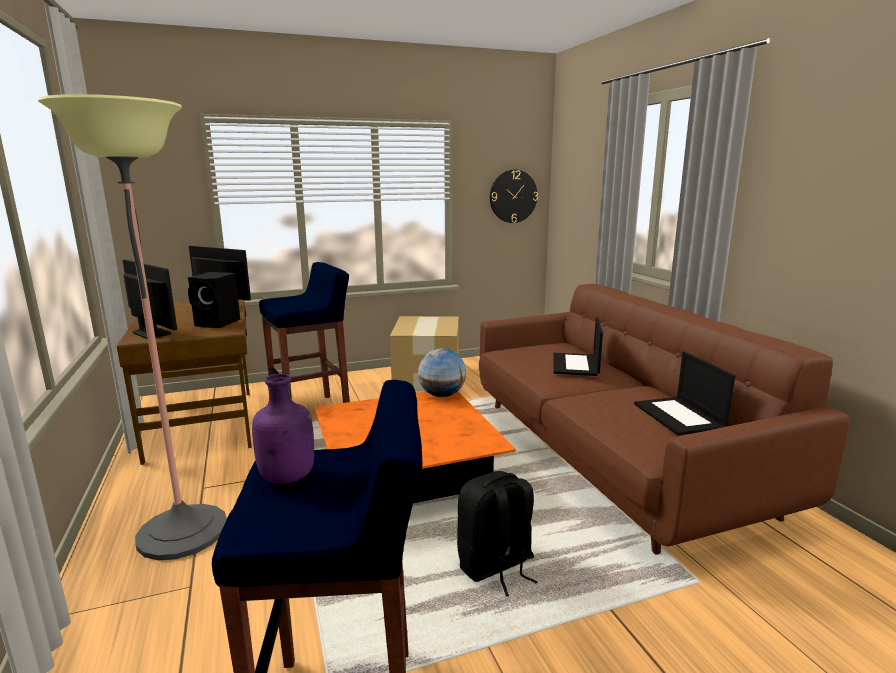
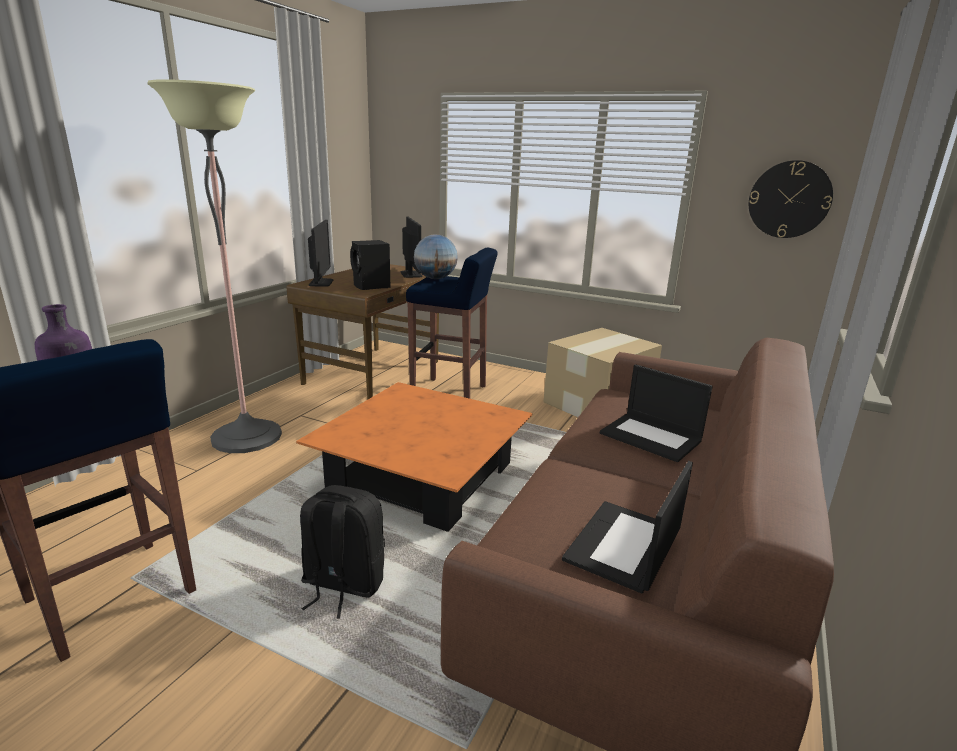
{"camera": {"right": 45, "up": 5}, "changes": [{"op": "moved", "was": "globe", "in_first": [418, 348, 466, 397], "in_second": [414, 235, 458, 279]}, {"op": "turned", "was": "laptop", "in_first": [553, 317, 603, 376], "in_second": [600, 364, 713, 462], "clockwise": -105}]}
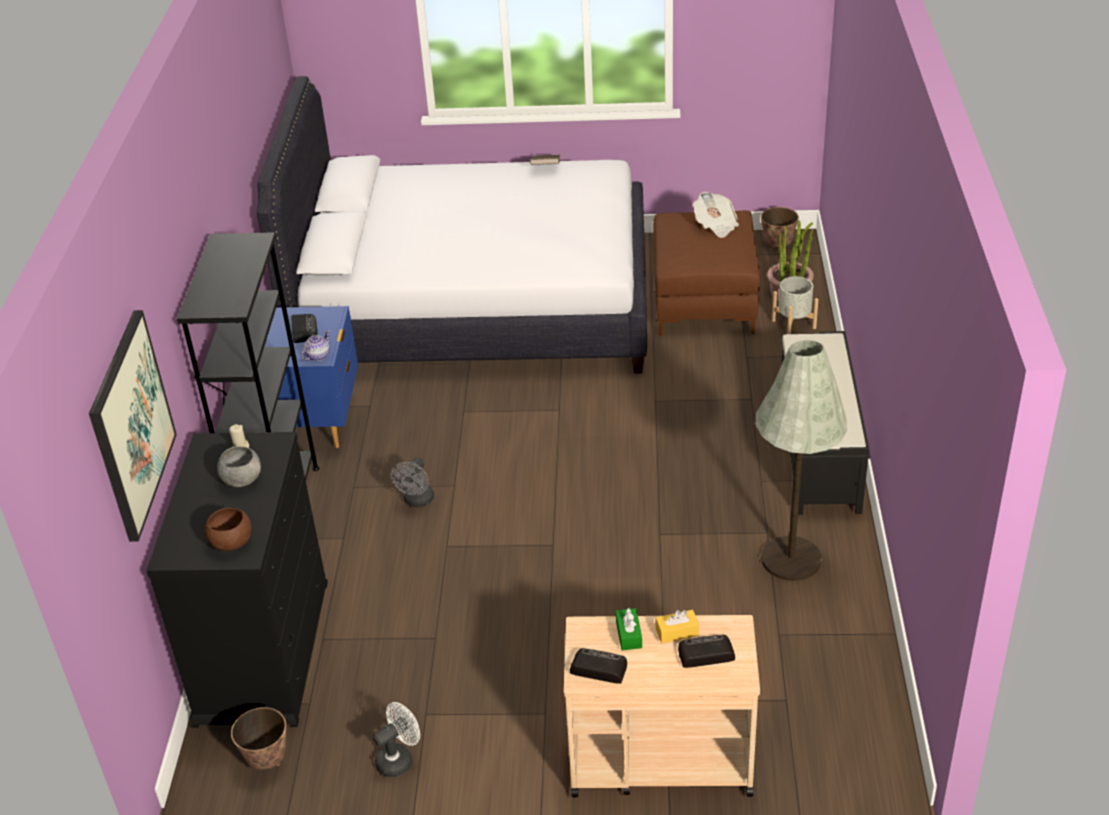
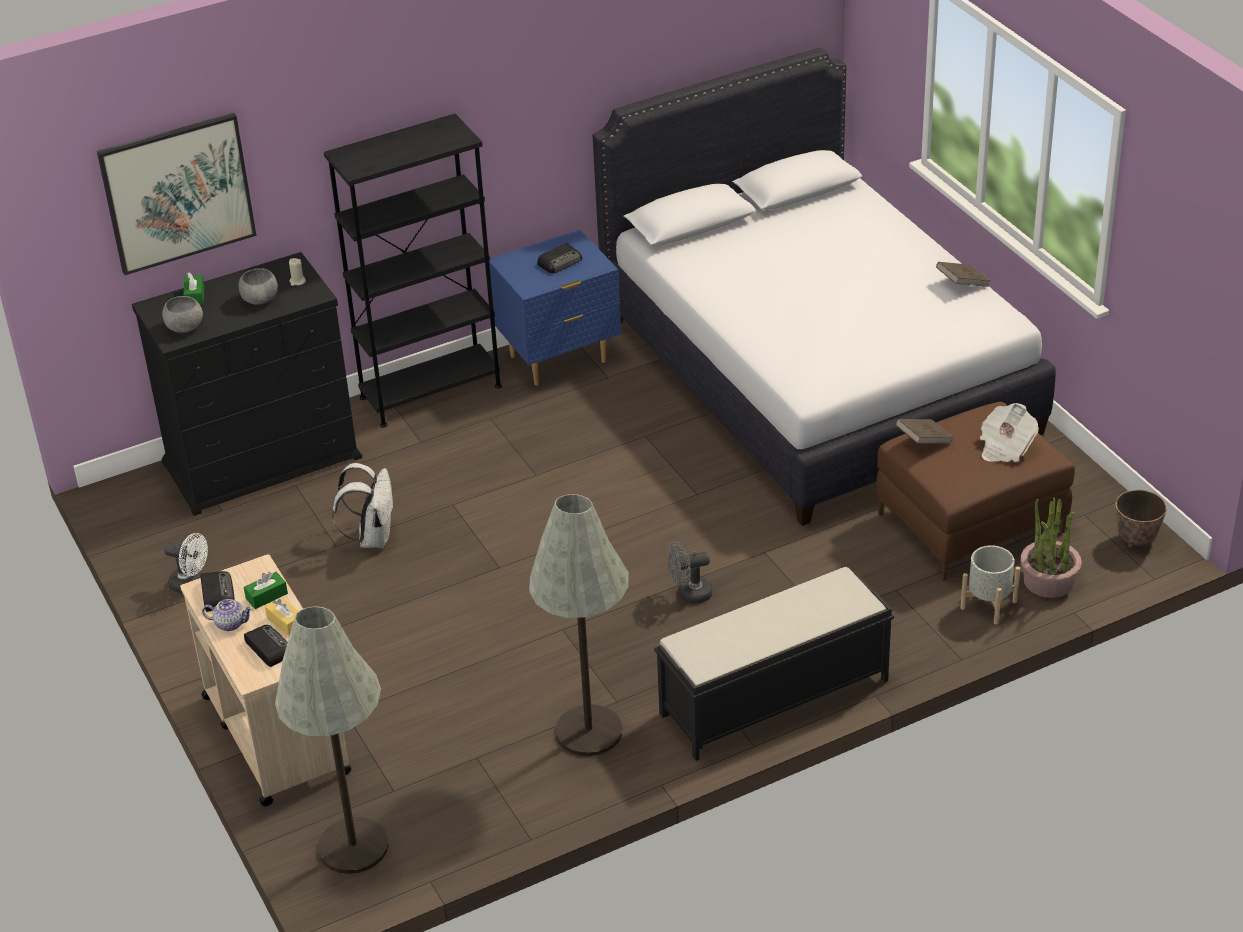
{"camera": {"right": 60, "up": 0}, "changes": [{"op": "recoloured", "was": "bowl (brown)", "now": "bowl (grey)", "in_first": [205, 508, 252, 551], "in_second": [162, 296, 203, 333]}, {"op": "removed", "was": "planter", "in_first": [231, 707, 286, 770]}, {"op": "moved", "was": "teapot", "in_first": [301, 330, 330, 361], "in_second": [202, 599, 253, 631]}, {"op": "moved", "was": "fan (grey)", "in_first": [390, 457, 434, 507], "in_second": [667, 541, 712, 604]}, {"op": "added", "now": "tissue box (green)", "in_second": [183, 273, 204, 305]}, {"op": "added", "now": "floor lamp (grey)", "in_second": [275, 606, 389, 874]}, {"op": "added", "now": "backpack (white)", "in_second": [332, 463, 395, 548]}, {"op": "added", "now": "book (brown)", "in_second": [895, 419, 954, 444]}]}
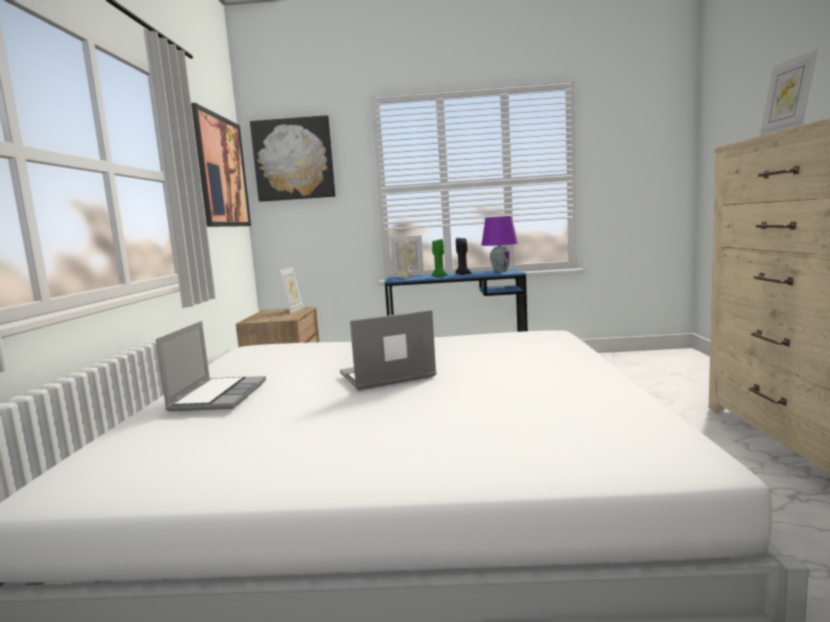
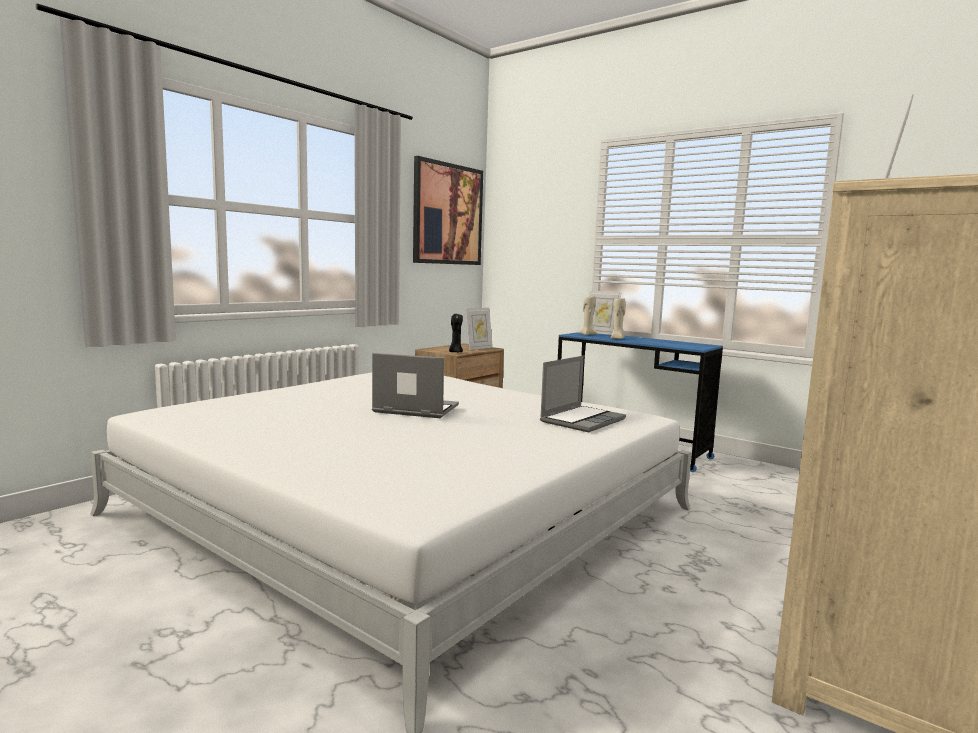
{"camera": {"right": 35, "up": 0}, "changes": [{"op": "moved", "was": "laptop", "in_first": [156, 321, 266, 411], "in_second": [540, 356, 626, 432]}, {"op": "removed", "was": "picture", "in_first": [250, 115, 336, 202]}, {"op": "recoloured", "was": "candle (green)", "now": "candle (beige)", "in_first": [432, 239, 447, 277], "in_second": [611, 298, 626, 339]}, {"op": "moved", "was": "candle (black)", "in_first": [455, 238, 471, 275], "in_second": [449, 314, 463, 352]}, {"op": "removed", "was": "table lamp (purple)", "in_first": [481, 216, 518, 272]}]}
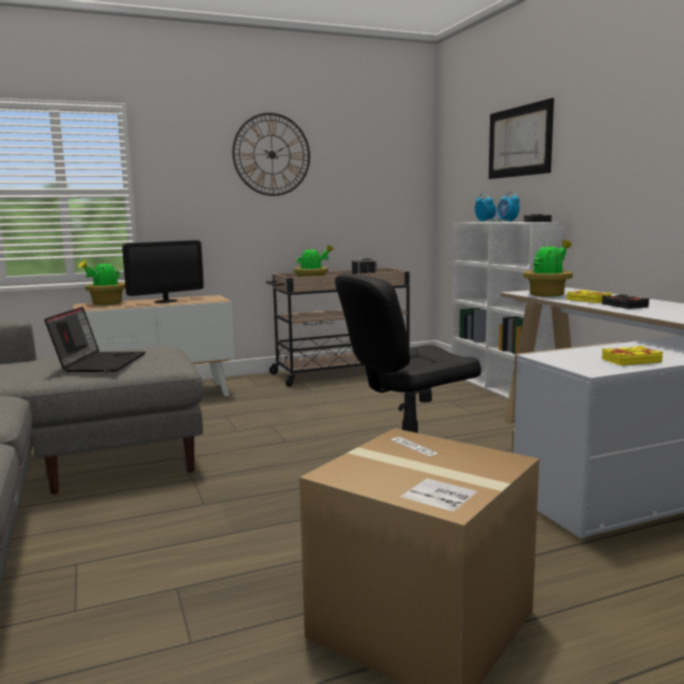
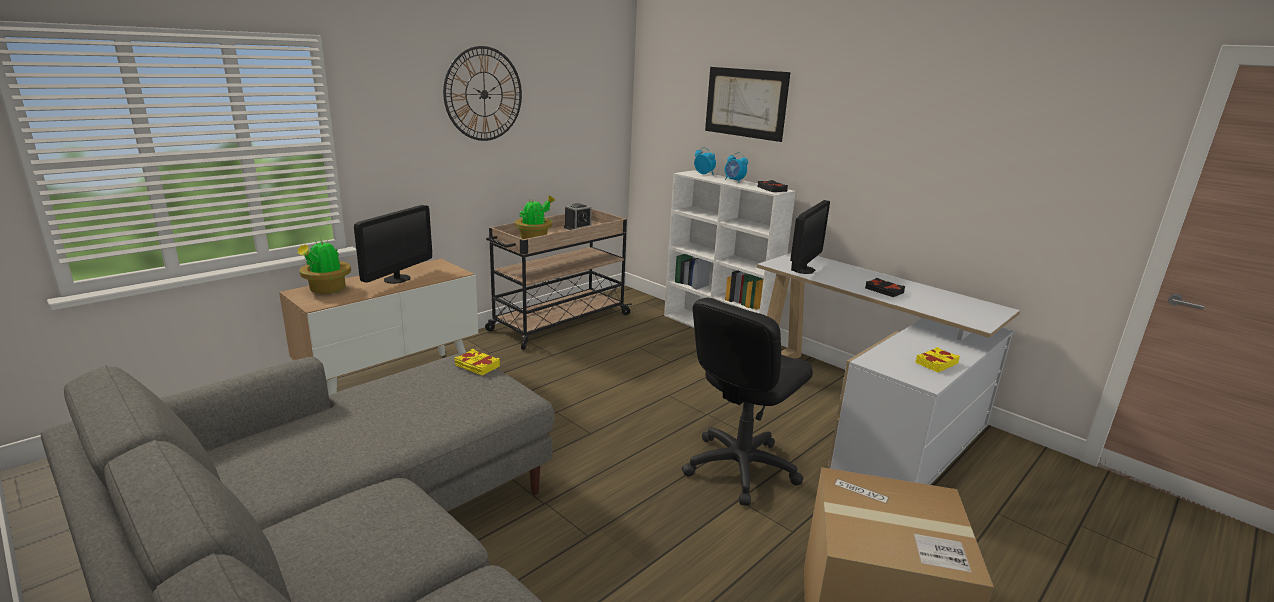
{"camera": {"right": -25, "up": 10}, "changes": [{"op": "removed", "was": "laptop", "in_first": [44, 307, 145, 372]}, {"op": "replaced", "was": "potted plant", "now": "monitor", "in_first": [523, 240, 573, 297], "in_second": [790, 200, 830, 274]}, {"op": "moved", "was": "book (yellow)", "in_first": [567, 290, 612, 303], "in_second": [455, 349, 500, 376]}]}
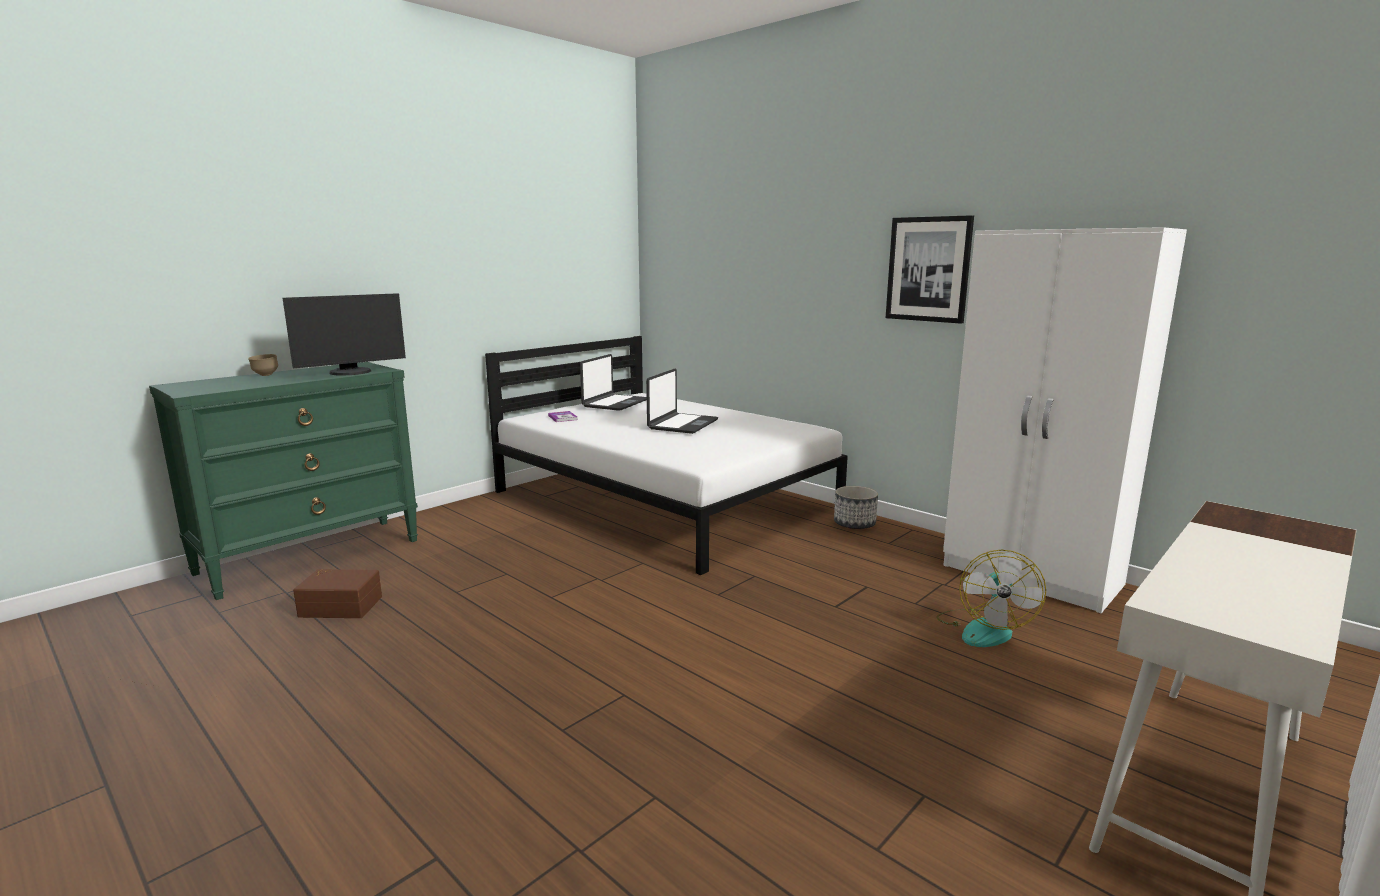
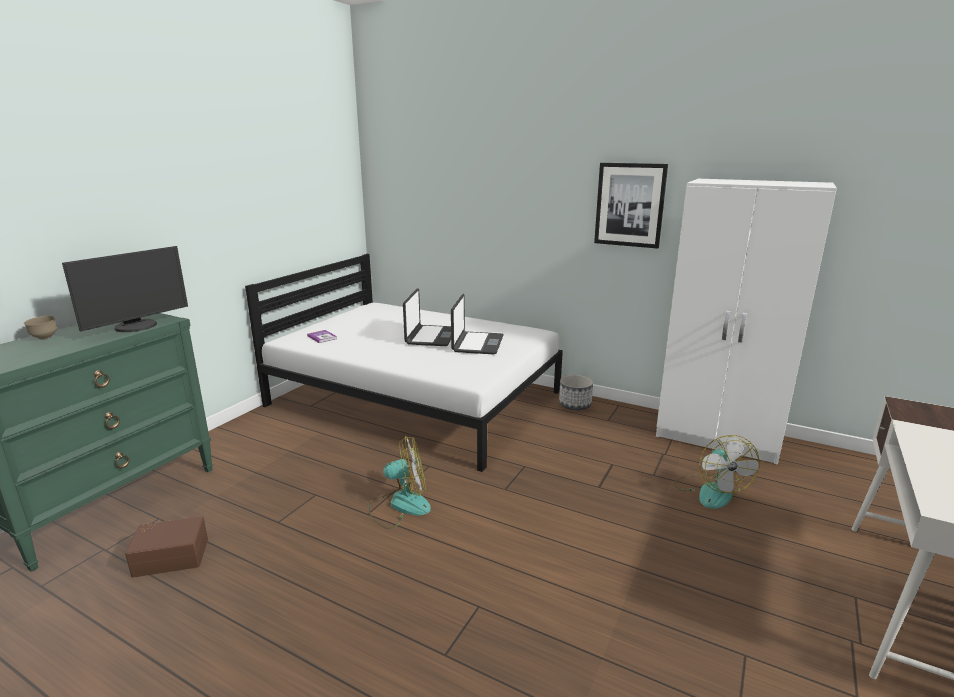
{"camera": {"right": -15, "up": 5}, "changes": [{"op": "moved", "was": "laptop", "in_first": [580, 354, 647, 411], "in_second": [451, 294, 504, 354]}, {"op": "added", "now": "fan", "in_second": [368, 436, 431, 529]}]}
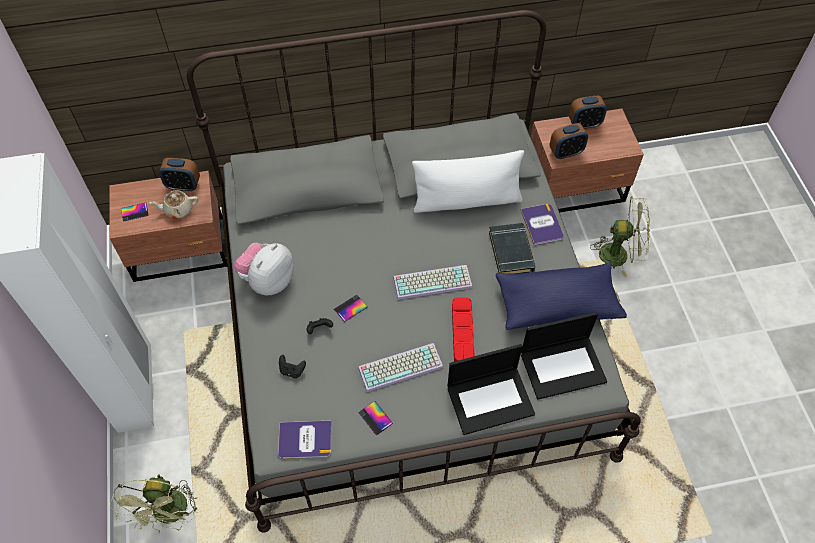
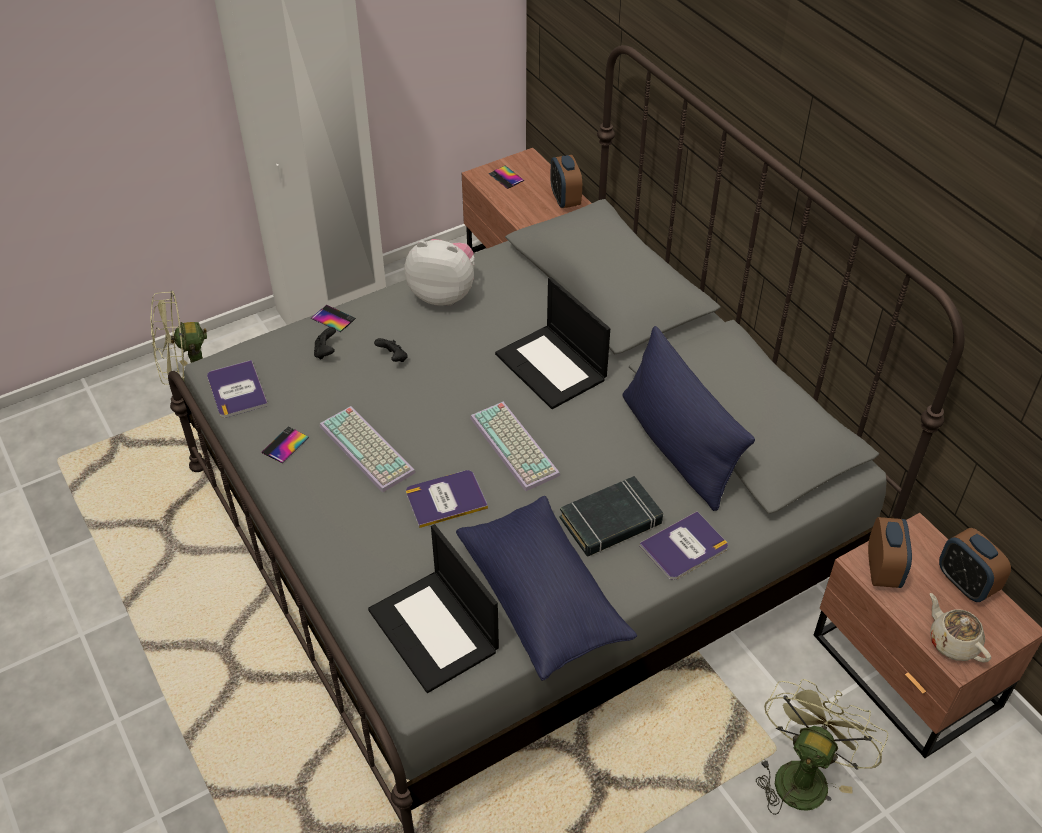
{"camera": {"right": 70, "up": -10}, "changes": [{"op": "moved", "was": "teapot (beige)", "in_first": [149, 191, 199, 218], "in_second": [930, 593, 991, 663]}, {"op": "moved", "was": "phone", "in_first": [334, 295, 367, 322], "in_second": [311, 305, 356, 332]}, {"op": "recoloured", "was": "pillow (white)", "now": "pillow (blue)", "in_first": [412, 150, 524, 213], "in_second": [622, 326, 755, 511]}, {"op": "moved", "was": "laptop", "in_first": [448, 344, 535, 435], "in_second": [495, 277, 610, 409]}, {"op": "replaced", "was": "tray (red)", "now": "book", "in_first": [452, 298, 475, 362], "in_second": [406, 470, 488, 528]}, {"op": "turned", "was": "alarm clock", "in_first": [549, 123, 588, 159], "in_second": [868, 517, 912, 588], "clockwise": -135}, {"op": "turned", "was": "fan (green)", "in_first": [590, 197, 650, 277], "in_second": [756, 679, 888, 815], "clockwise": -135}]}
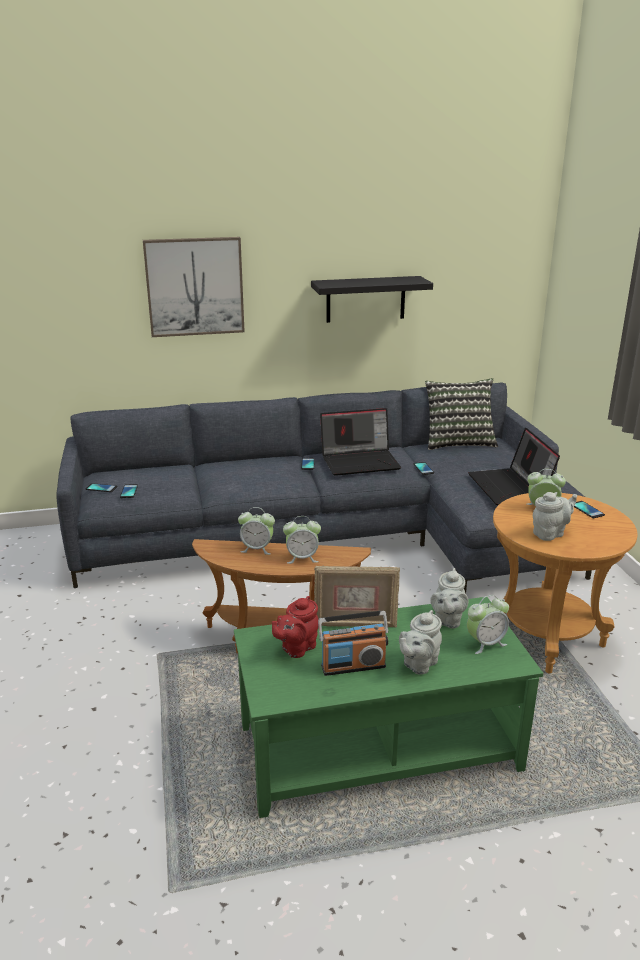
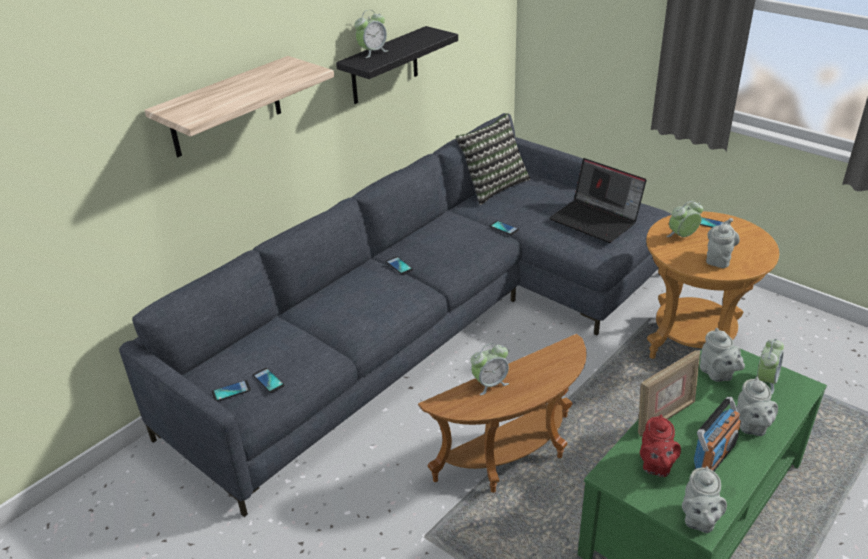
{"camera": {"right": -35, "up": 10}, "changes": [{"op": "replaced", "was": "picture", "now": "shelf", "in_first": [143, 237, 245, 337], "in_second": [144, 56, 334, 157]}, {"op": "moved", "was": "alarm clock", "in_first": [283, 516, 321, 564], "in_second": [354, 10, 388, 58]}, {"op": "removed", "was": "laptop", "in_first": [320, 408, 401, 476]}, {"op": "added", "now": "teapot (grey)", "in_second": [682, 466, 727, 533]}]}
